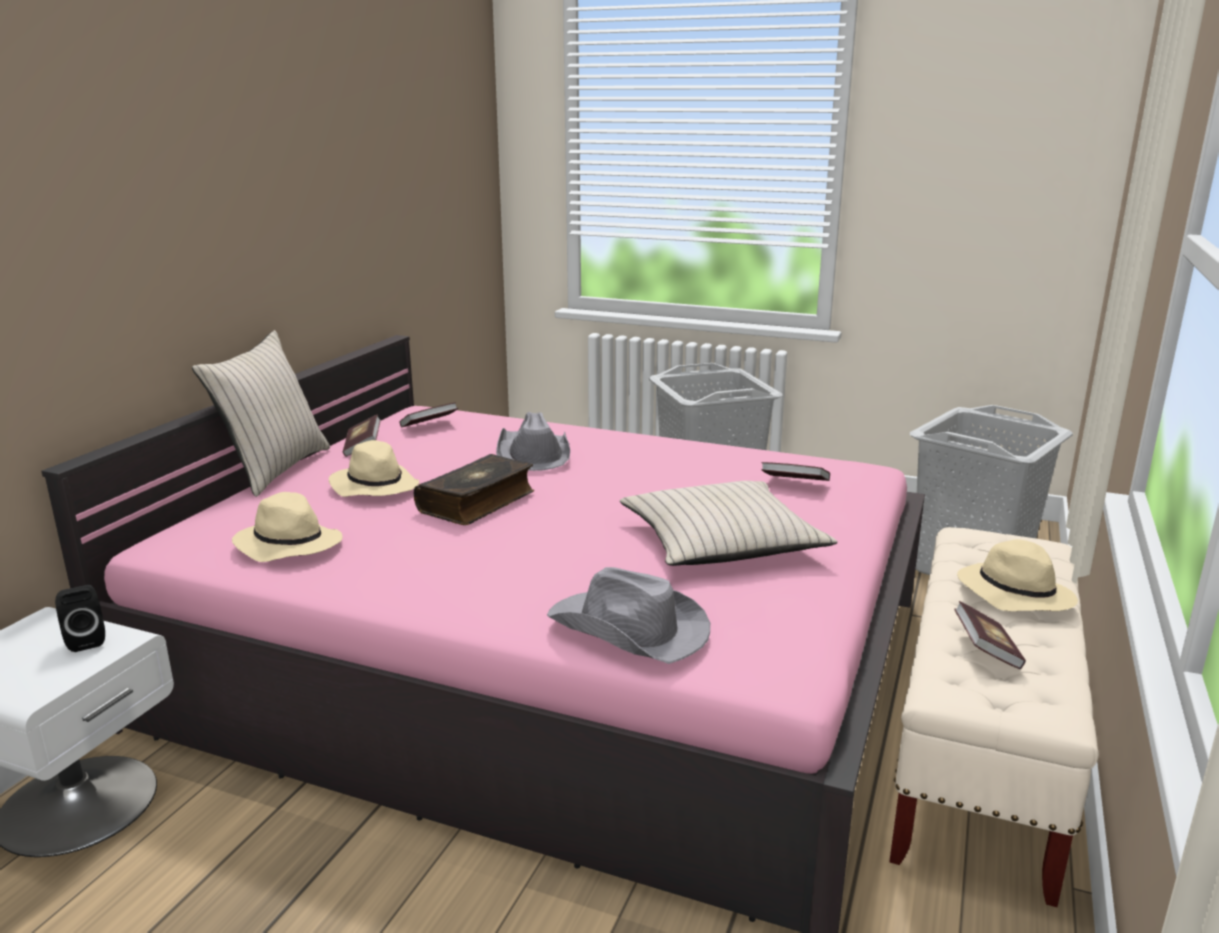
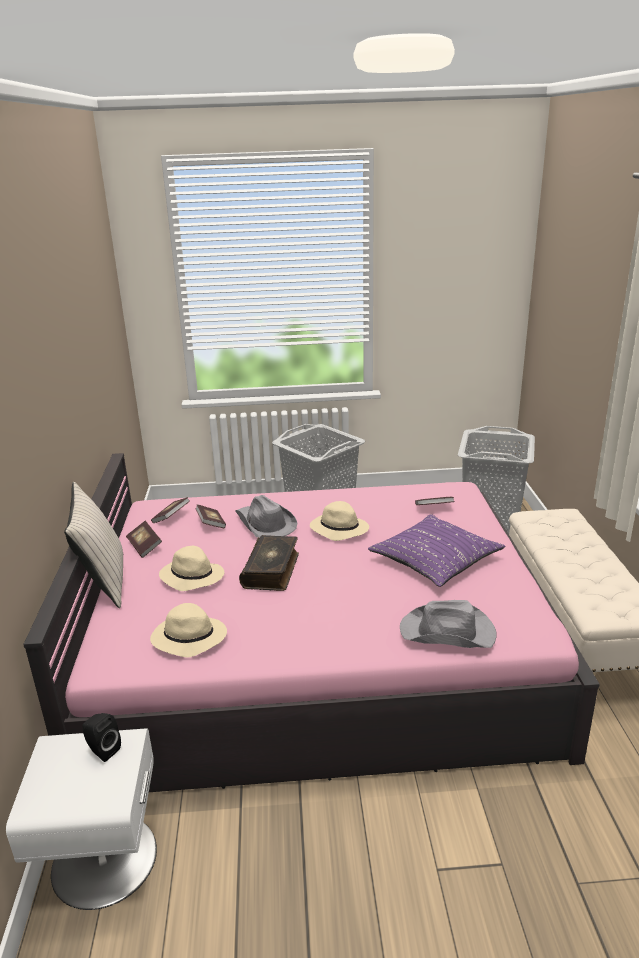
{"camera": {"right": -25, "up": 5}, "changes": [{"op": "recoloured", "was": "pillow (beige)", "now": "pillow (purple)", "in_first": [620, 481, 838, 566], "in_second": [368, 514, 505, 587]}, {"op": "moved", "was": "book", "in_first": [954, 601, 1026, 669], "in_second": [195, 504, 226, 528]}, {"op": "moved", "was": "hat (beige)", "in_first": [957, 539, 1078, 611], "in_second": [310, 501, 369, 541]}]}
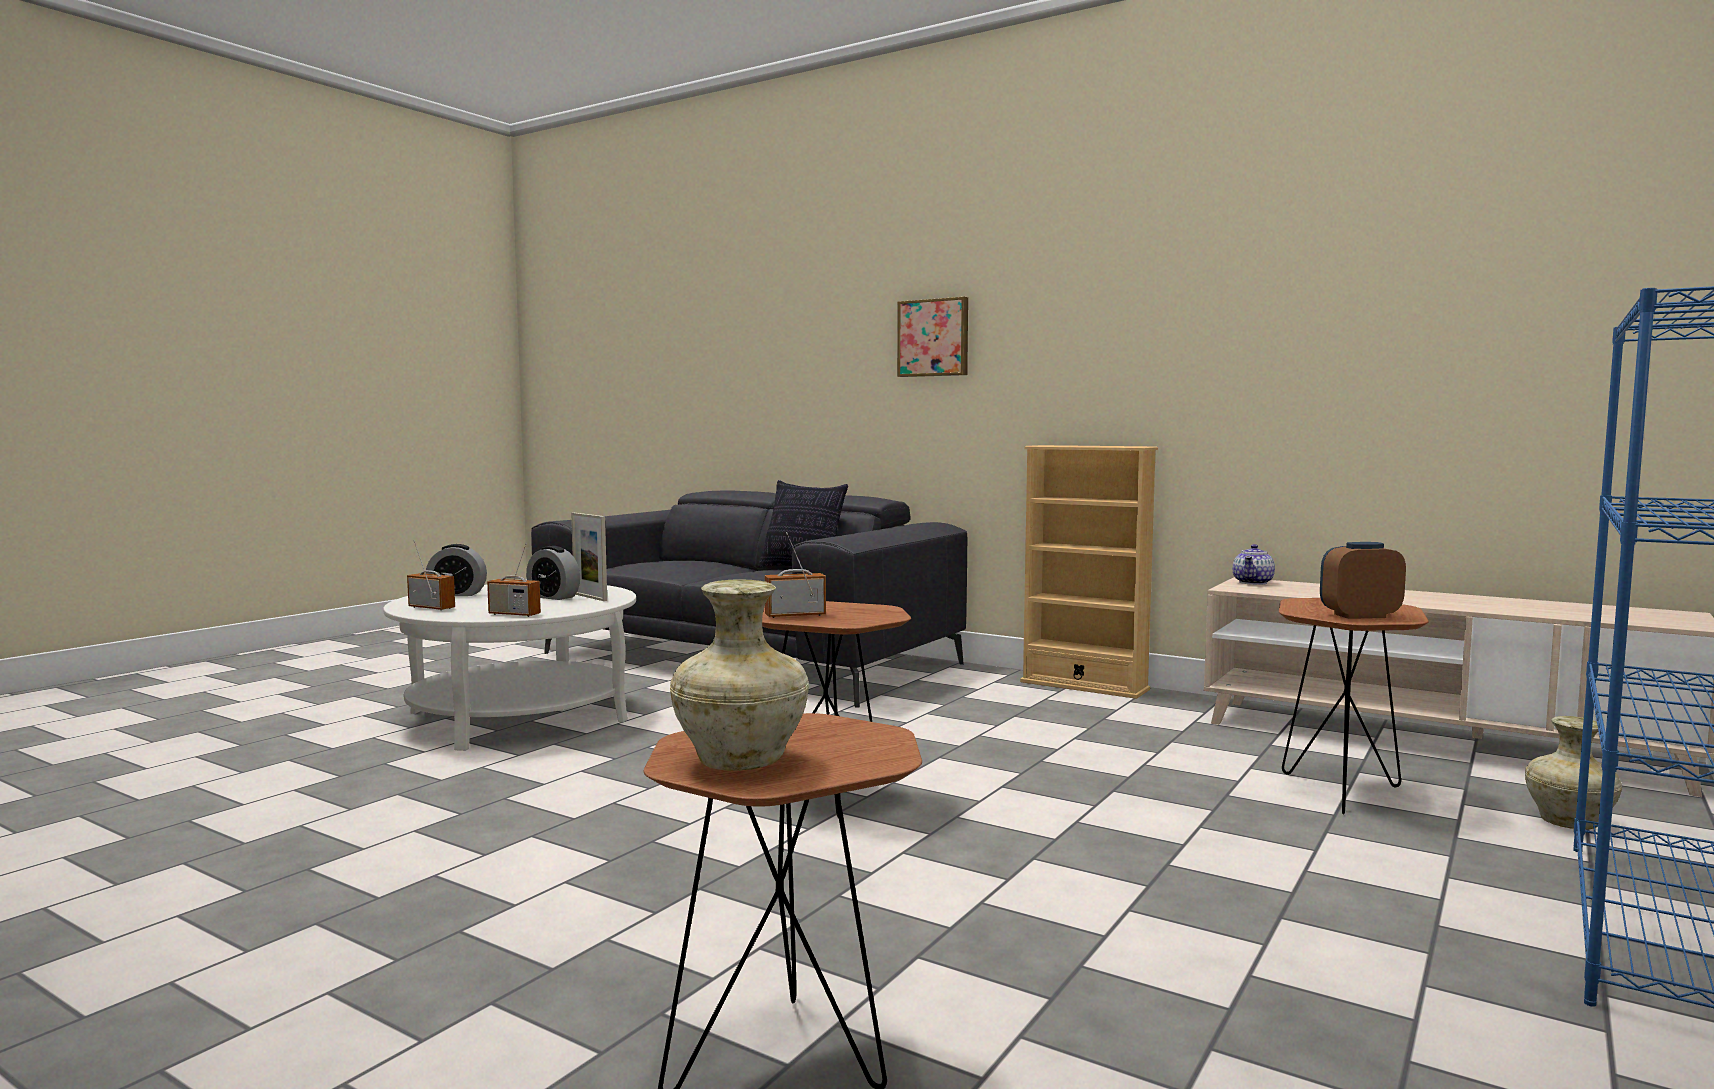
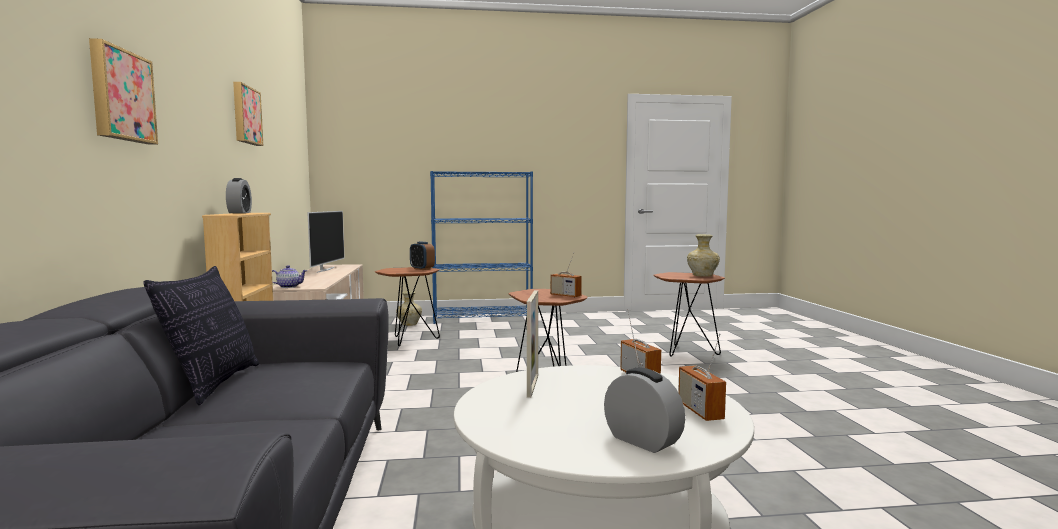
{"camera": {"right": -130, "up": 0}, "changes": [{"op": "moved", "was": "alarm clock", "in_first": [526, 546, 580, 600], "in_second": [226, 178, 252, 213]}, {"op": "added", "now": "picture", "in_second": [233, 82, 263, 146]}, {"op": "added", "now": "television", "in_second": [307, 211, 345, 273]}]}
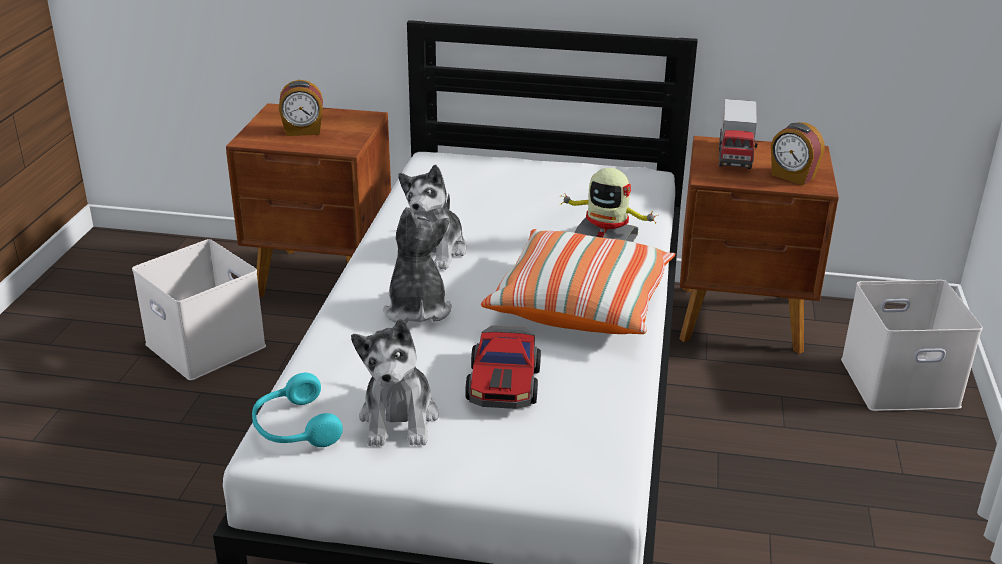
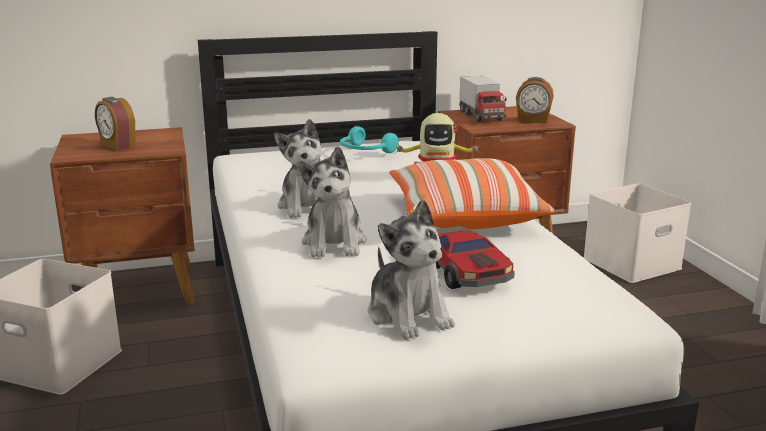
{"camera": {"right": -25, "up": -10}, "changes": [{"op": "moved", "was": "headphones (turquoise)", "in_first": [252, 373, 343, 447], "in_second": [340, 126, 399, 153]}, {"op": "turned", "was": "alarm clock", "in_first": [279, 80, 323, 136], "in_second": [95, 97, 136, 150], "clockwise": 75}, {"op": "turned", "was": "plush toy", "in_first": [383, 207, 452, 324], "in_second": [298, 146, 367, 257], "clockwise": -150}]}
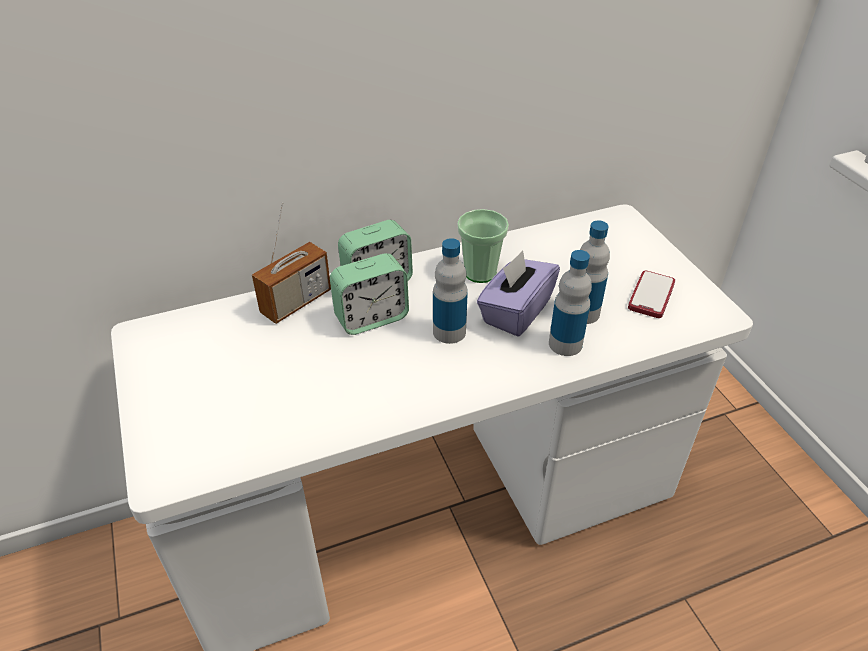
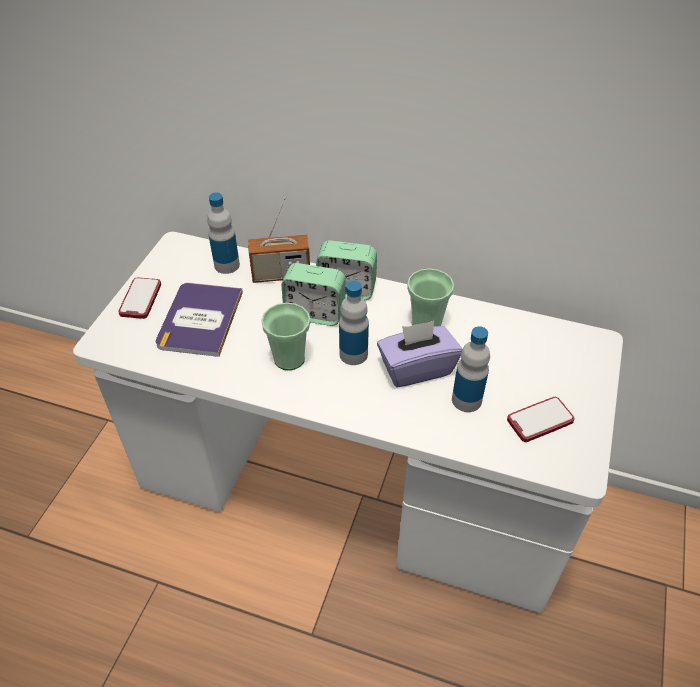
{"camera": {"right": 40, "up": 5}, "changes": [{"op": "moved", "was": "bottle", "in_first": [549, 250, 592, 356], "in_second": [207, 193, 240, 274]}, {"op": "added", "now": "phone", "in_second": [118, 278, 161, 319]}, {"op": "added", "now": "book", "in_second": [156, 283, 243, 357]}, {"op": "added", "now": "cup", "in_second": [261, 303, 310, 370]}]}
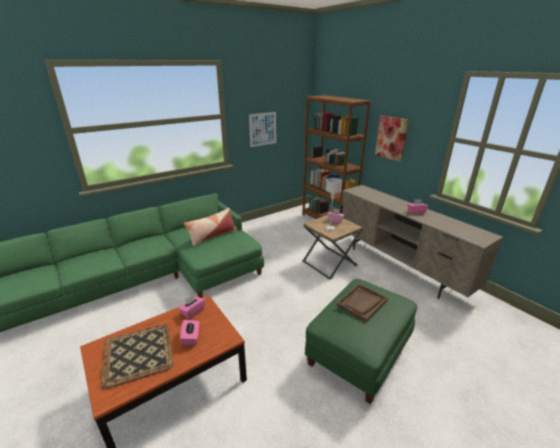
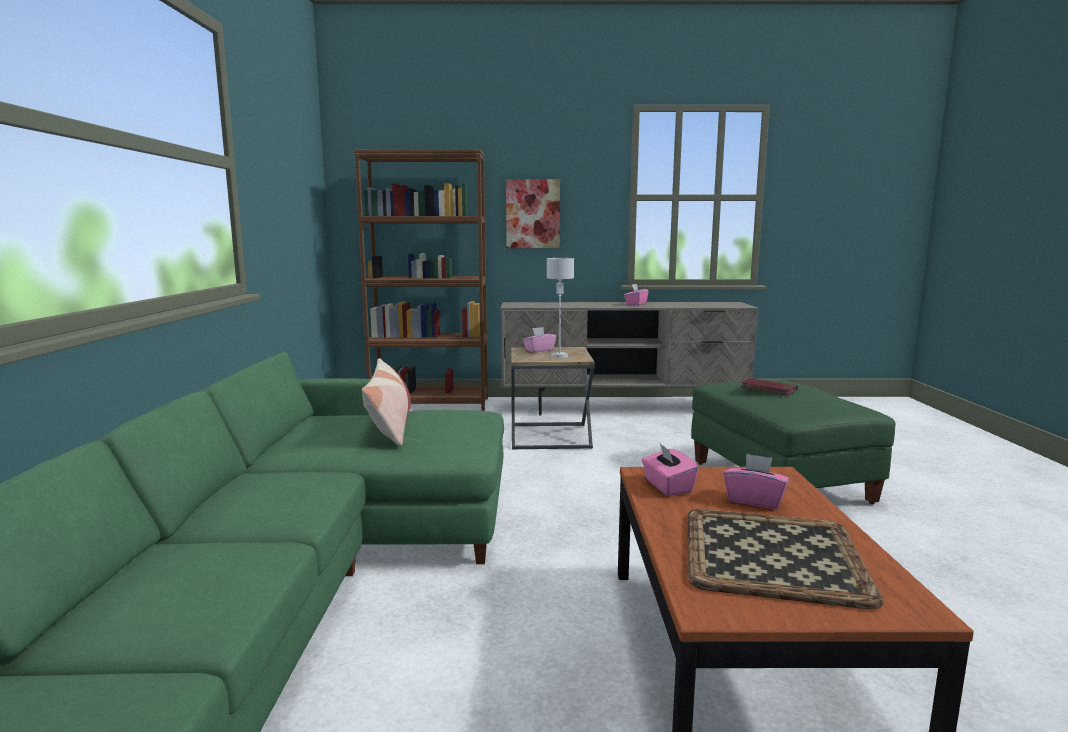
{"camera": {"right": -55, "up": -15}, "changes": [{"op": "removed", "was": "picture", "in_first": [249, 112, 276, 147]}, {"op": "replaced", "was": "tray (brown)", "now": "book (red)", "in_first": [337, 284, 388, 323], "in_second": [740, 378, 798, 395]}]}
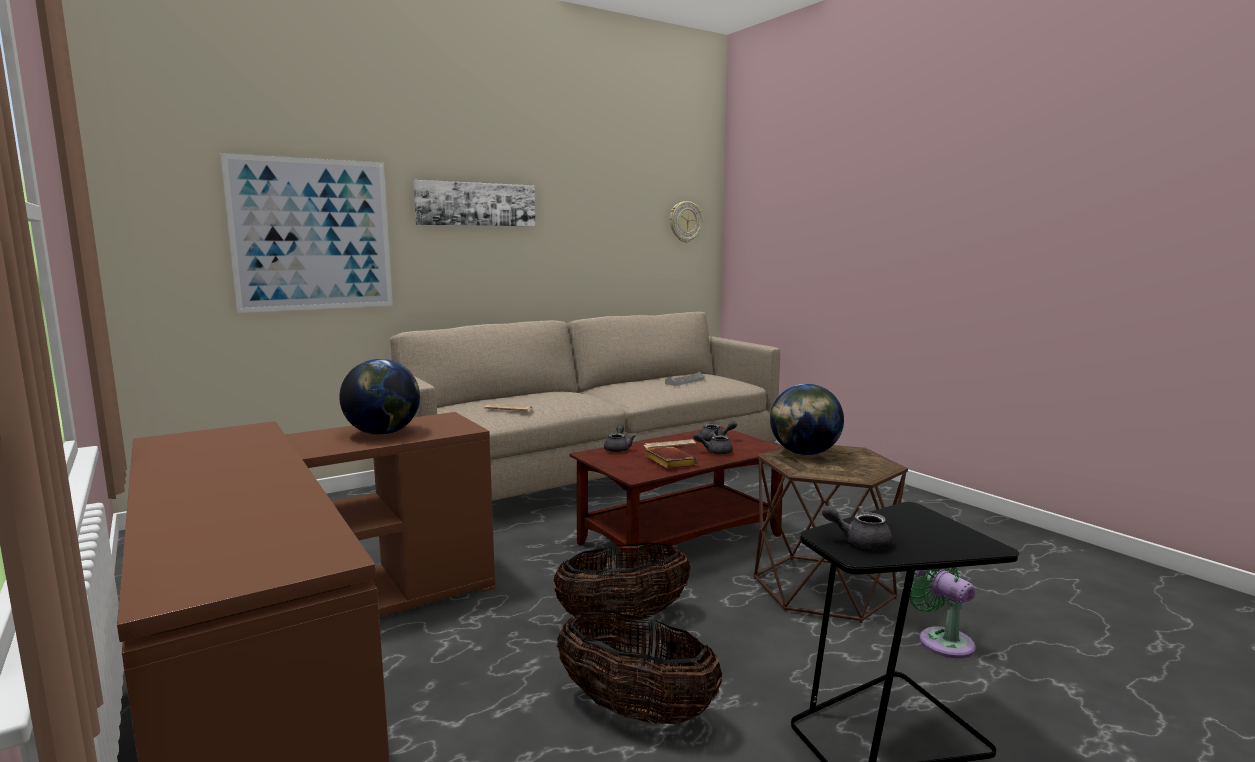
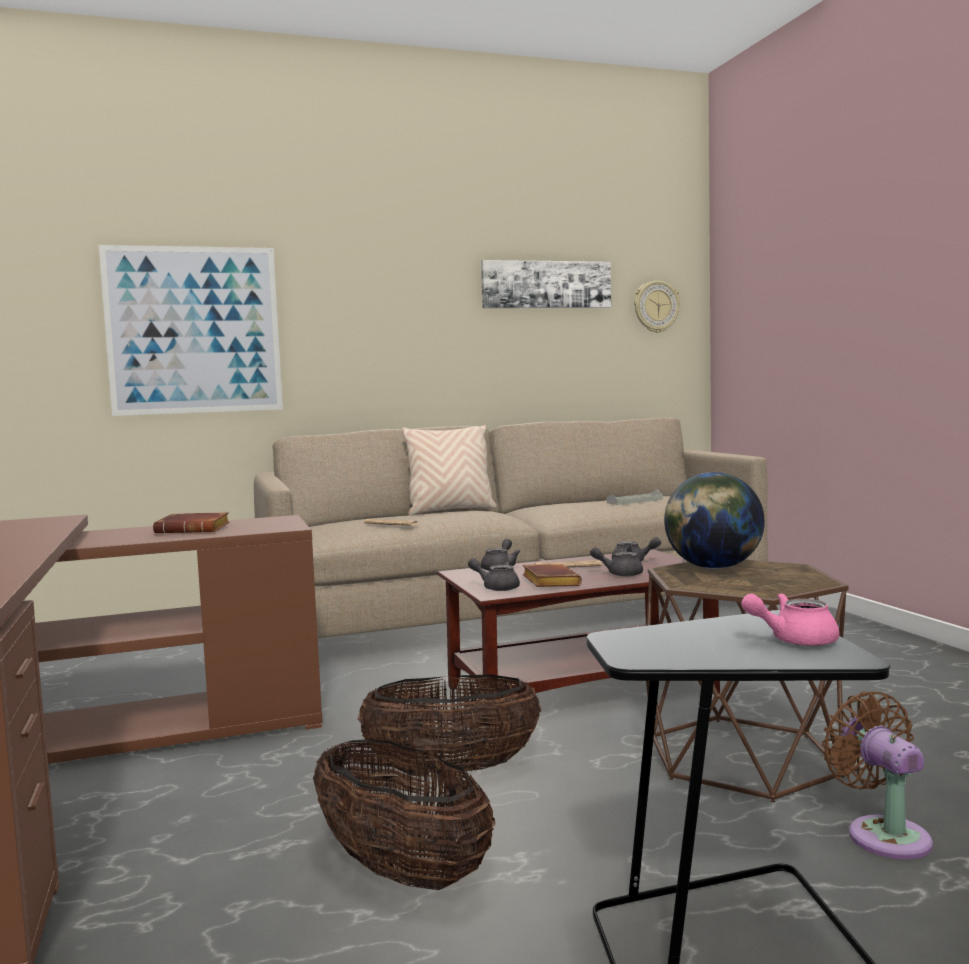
{"camera": {"right": 15, "up": -5}, "changes": [{"op": "replaced", "was": "globe", "now": "book (brown)", "in_first": [339, 359, 420, 435], "in_second": [153, 512, 229, 534]}, {"op": "moved", "was": "picture", "in_first": [413, 180, 535, 226], "in_second": [481, 260, 611, 308]}, {"op": "moved", "was": "teapot (grey)", "in_first": [822, 506, 893, 549], "in_second": [468, 558, 520, 591]}, {"op": "recoloured", "was": "fan (green)", "now": "fan (brown)", "in_first": [909, 567, 976, 658], "in_second": [822, 691, 933, 859]}, {"op": "added", "now": "pillow (beige)", "in_second": [402, 425, 497, 516]}, {"op": "added", "now": "teapot (pink)", "in_second": [741, 593, 840, 646]}]}
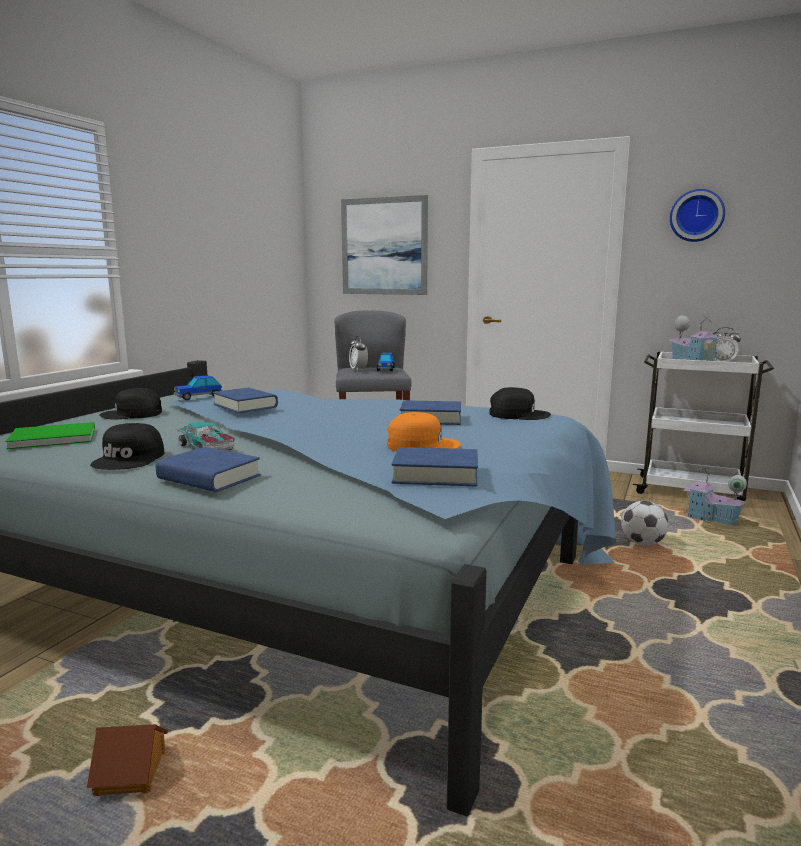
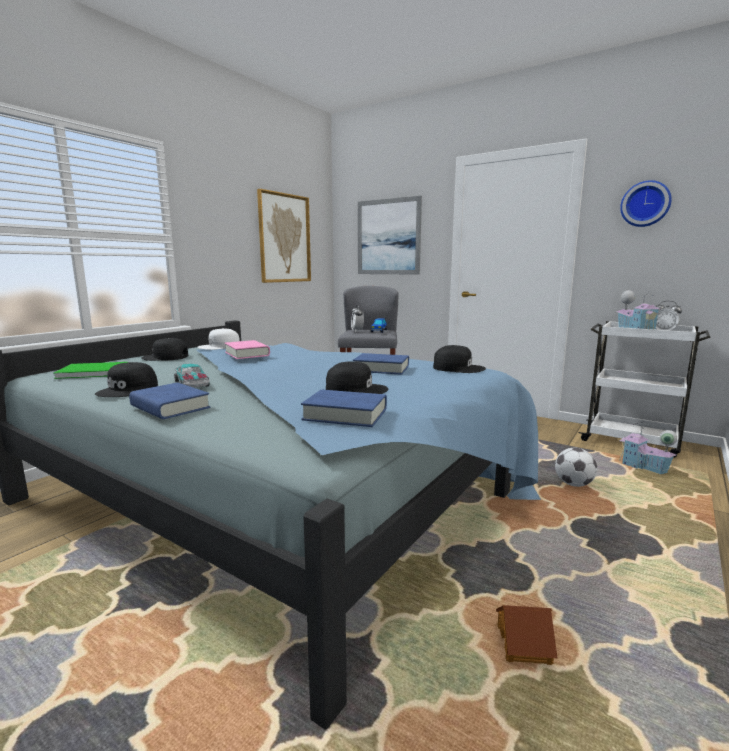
{"camera": {"right": 10, "up": 0}, "changes": [{"op": "moved", "was": "toy house", "in_first": [87, 724, 168, 796], "in_second": [496, 605, 557, 665]}, {"op": "replaced", "was": "toy car", "now": "cap (white)", "in_first": [174, 375, 222, 400], "in_second": [198, 328, 240, 350]}, {"op": "recoloured", "was": "book (blue)", "now": "book (pink)", "in_first": [213, 388, 278, 413], "in_second": [225, 340, 270, 359]}, {"op": "recoloured", "was": "cap (orange)", "now": "cap (black)", "in_first": [387, 412, 461, 451], "in_second": [326, 361, 388, 394]}, {"op": "added", "now": "picture", "in_second": [257, 189, 311, 283]}]}
